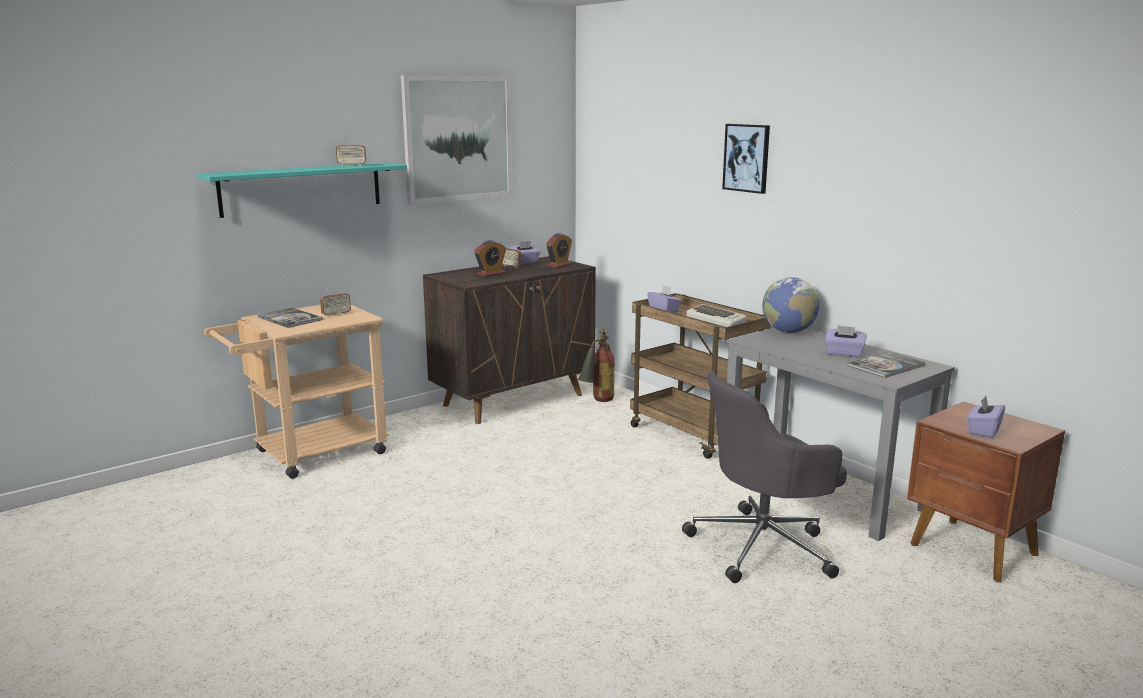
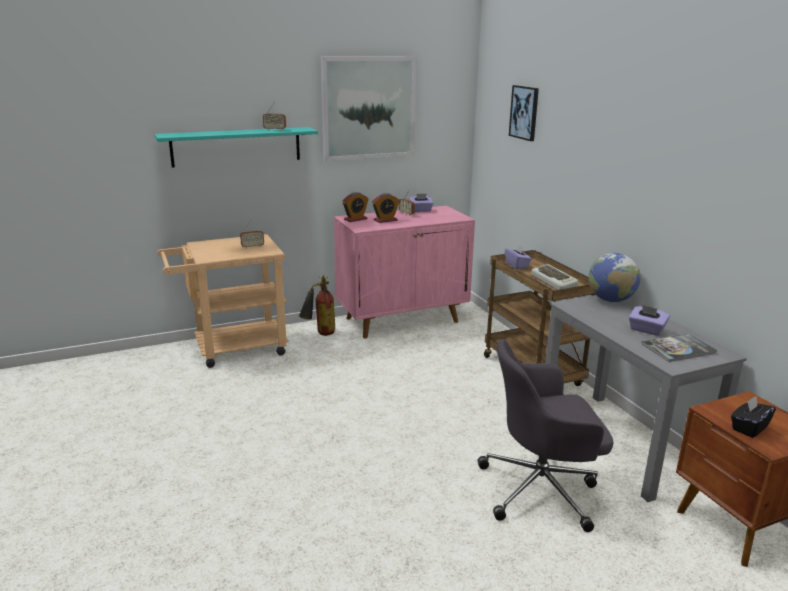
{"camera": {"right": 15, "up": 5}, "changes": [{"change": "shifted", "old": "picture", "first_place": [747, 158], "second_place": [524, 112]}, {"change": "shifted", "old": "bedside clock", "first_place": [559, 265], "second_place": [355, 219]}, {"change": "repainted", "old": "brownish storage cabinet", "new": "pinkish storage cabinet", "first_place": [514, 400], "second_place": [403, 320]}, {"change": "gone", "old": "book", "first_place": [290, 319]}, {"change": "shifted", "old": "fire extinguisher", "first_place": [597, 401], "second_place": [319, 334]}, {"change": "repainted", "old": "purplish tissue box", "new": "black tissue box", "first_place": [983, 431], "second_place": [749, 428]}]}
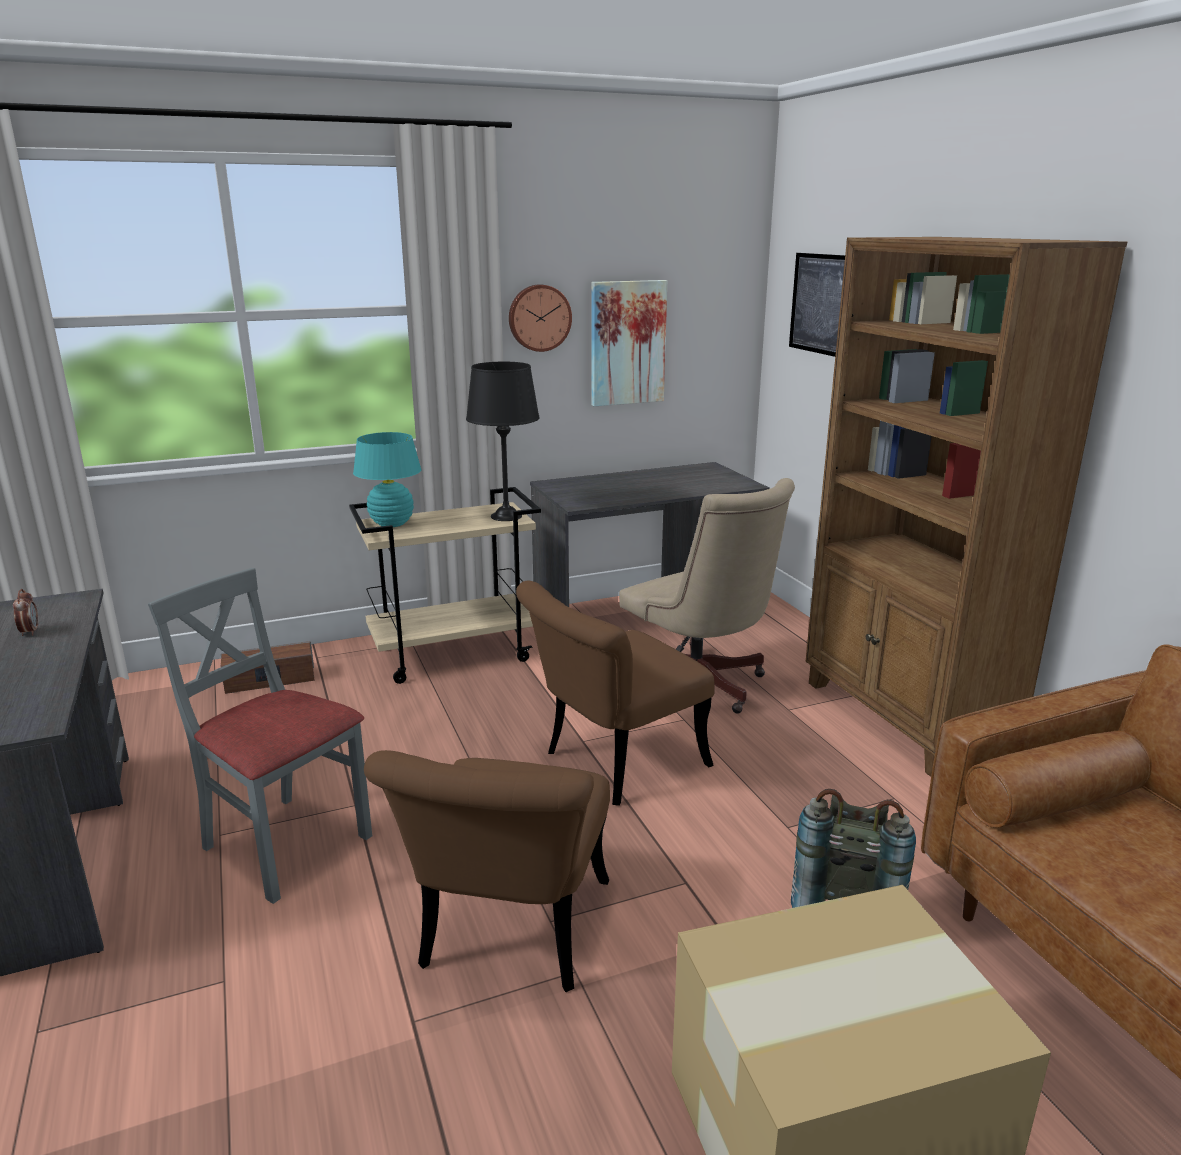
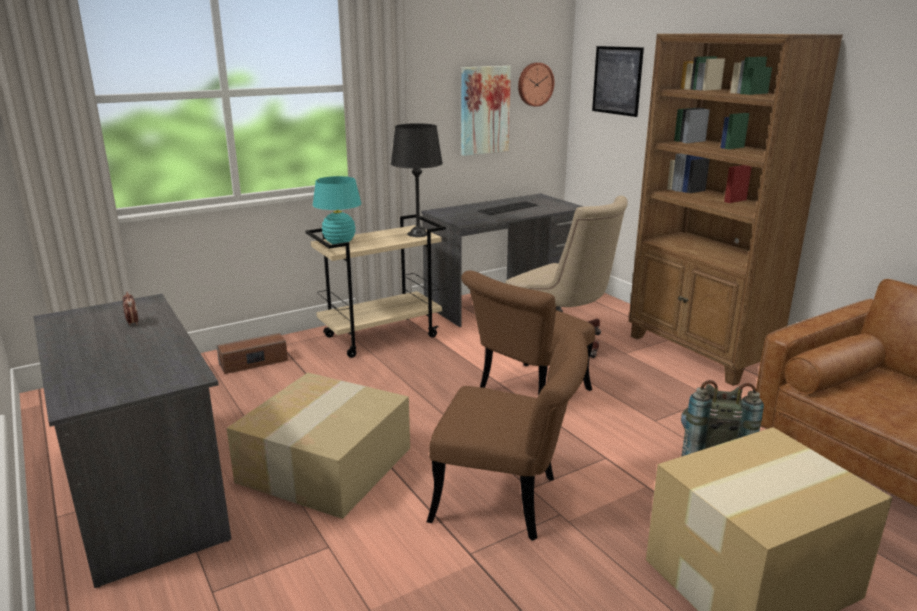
{"camera": {"right": -10, "up": 0}, "changes": [{"change": "shifted", "old": "wall clock", "first_place": [539, 318], "second_place": [534, 84]}, {"change": "swapped", "old": "greyish plain chair", "new": "carton", "first_place": [285, 844], "second_place": [325, 463]}, {"change": "rotated", "old": "brownish plain chair", "first_place": [510, 939], "second_place": [509, 501], "degrees": -75}, {"change": "new", "new": "PC keyboard", "second_place": [508, 208]}]}
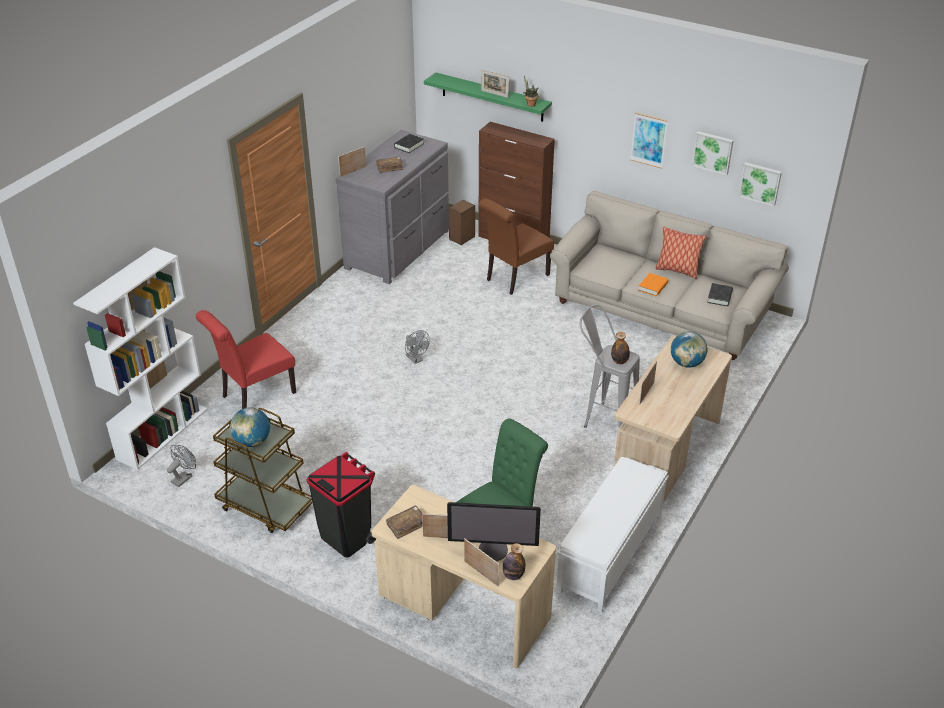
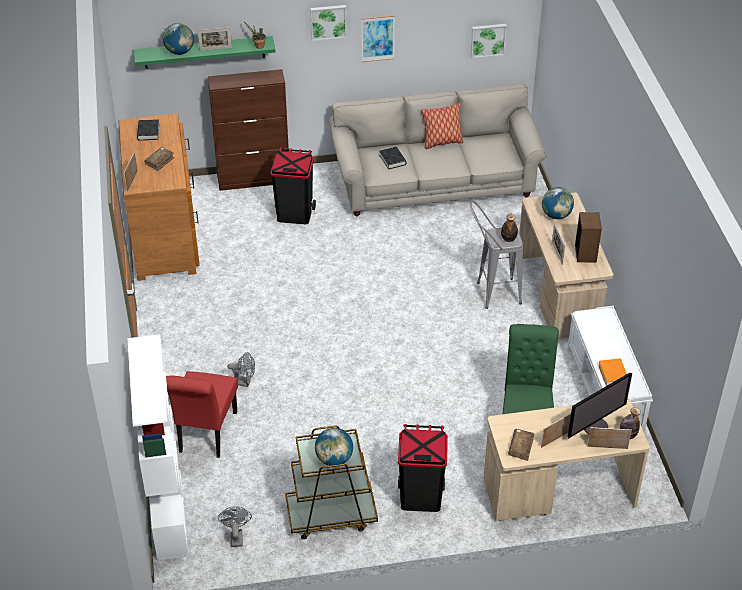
{"camera": {"right": -40, "up": 5}, "changes": [{"change": "repainted", "old": "greyish chest of drawers", "new": "brownish chest of drawers", "first_place": [399, 249], "second_place": [166, 237]}, {"change": "shifted", "old": "picture", "first_place": [713, 152], "second_place": [328, 21]}, {"change": "swapped", "old": "brownish plain chair", "new": "black waste bin", "first_place": [514, 278], "second_place": [294, 214]}, {"change": "shifted", "old": "loudspeaker", "first_place": [462, 238], "second_place": [585, 253]}, {"change": "shifted", "old": "orange-coloured book", "first_place": [653, 287], "second_place": [613, 374]}, {"change": "shifted", "old": "black book", "first_place": [719, 297], "second_place": [392, 160]}, {"change": "shifted", "old": "greyish fan", "first_place": [416, 359], "second_place": [244, 382]}, {"change": "new", "new": "desk globe", "second_place": [180, 52]}]}
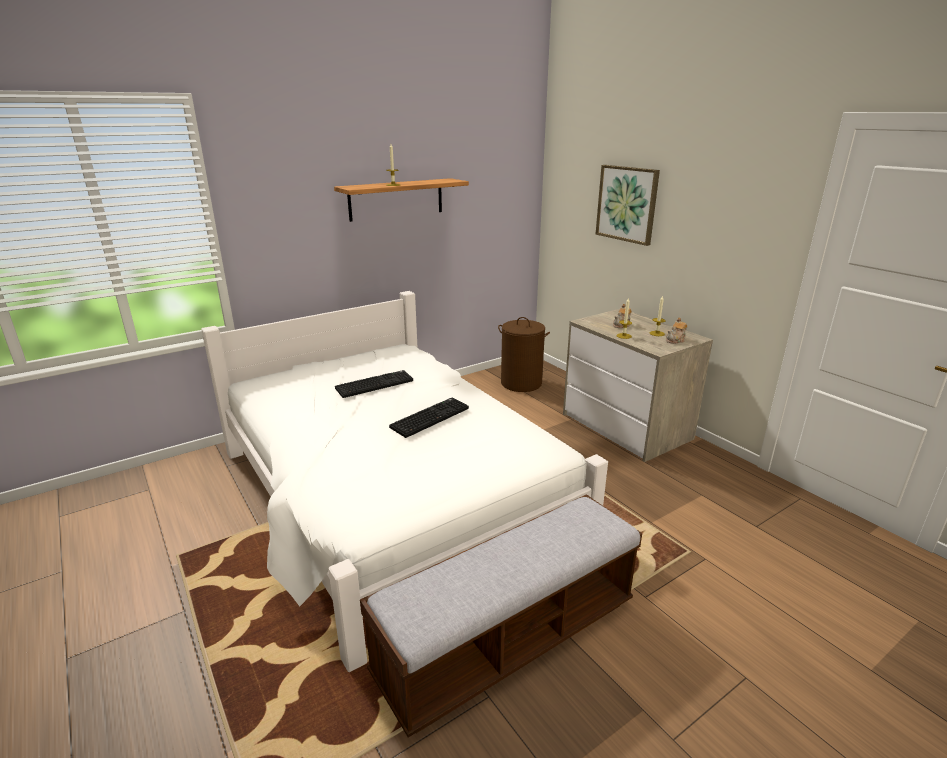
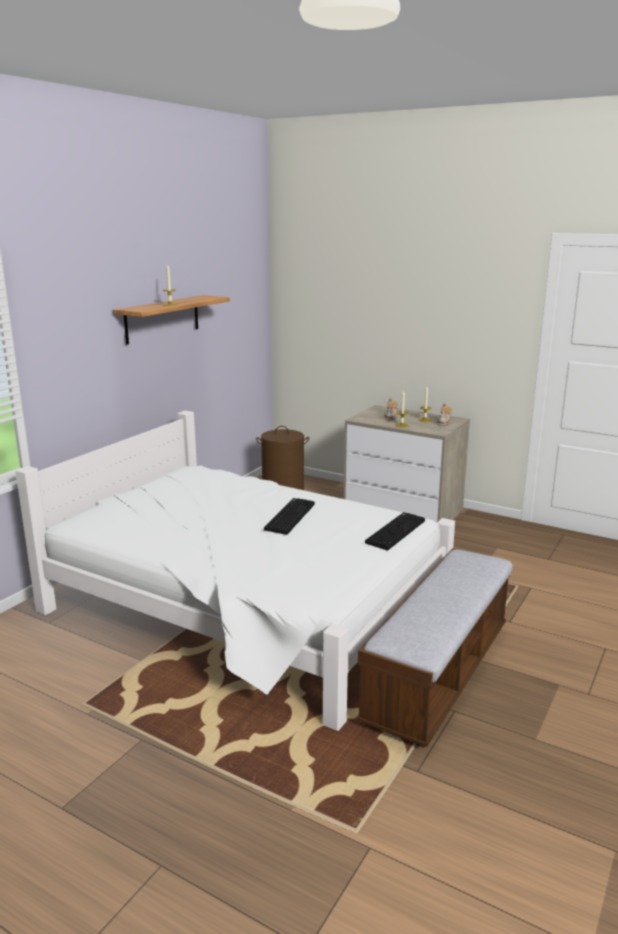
{"camera": {"right": -25, "up": -5}, "changes": [{"change": "gone", "old": "picture", "first_place": [627, 204]}, {"change": "shifted", "old": "PC keyboard", "first_place": [375, 384], "second_place": [395, 531]}]}
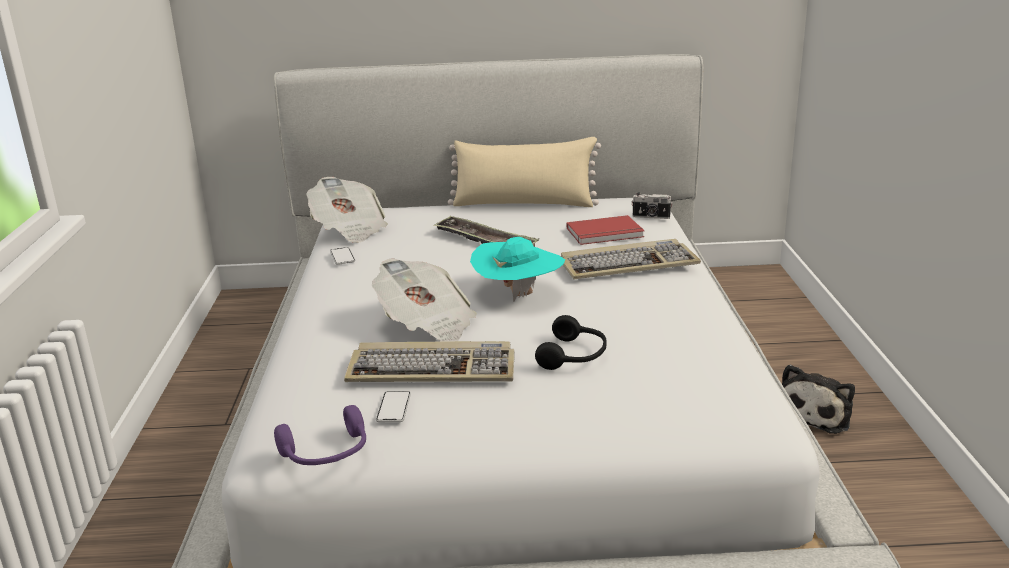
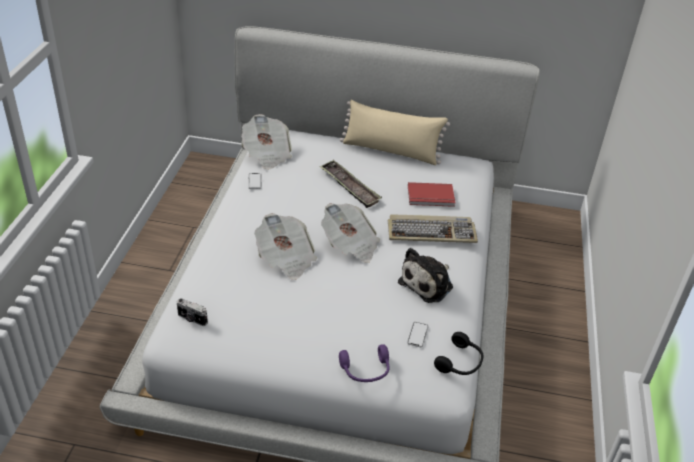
{"camera": {"right": 10, "up": 15}, "changes": [{"change": "shifted", "old": "still camera", "first_place": [651, 217], "second_place": [192, 319]}, {"change": "swapped", "old": "turquoise hat", "new": "newspaper", "first_place": [518, 295], "second_place": [350, 245]}, {"change": "shifted", "old": "black headset", "first_place": [574, 356], "second_place": [460, 362]}, {"change": "gone", "old": "PC keyboard", "first_place": [433, 368]}, {"change": "shifted", "old": "cuddly toy", "first_place": [816, 414], "second_place": [428, 284]}, {"change": "shifted", "old": "telephone", "first_place": [393, 408], "second_place": [417, 335]}, {"change": "shifted", "old": "purplish headset", "first_place": [327, 454], "second_place": [366, 371]}]}
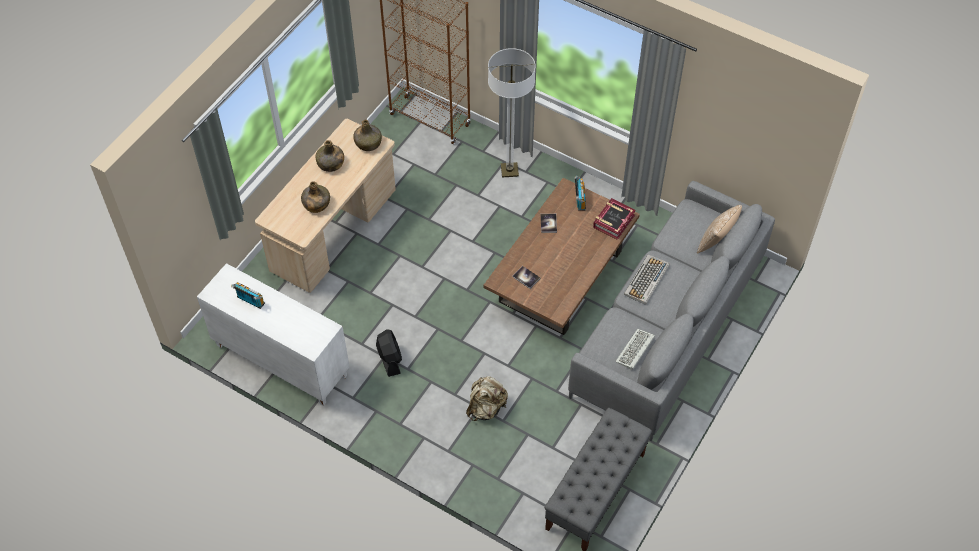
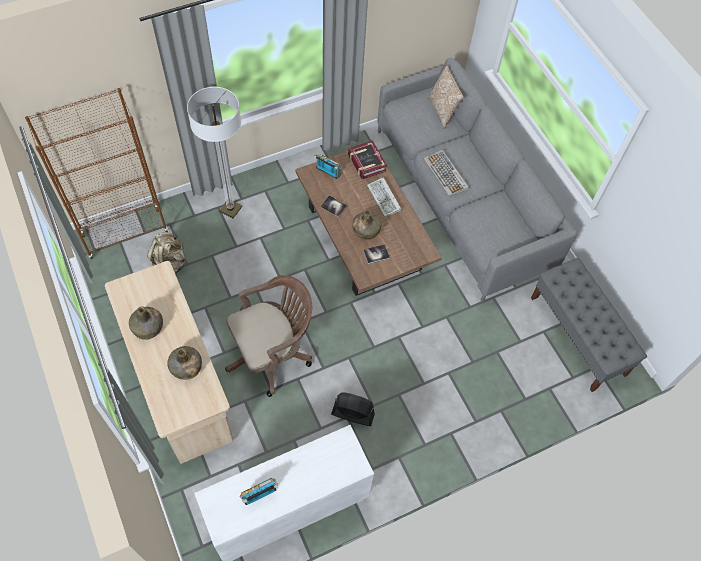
{"camera": {"right": -60, "up": 5}, "changes": [{"change": "shifted", "old": "green-coloured drink bottle", "first_place": [368, 143], "second_place": [366, 230]}, {"change": "shifted", "old": "PC keyboard", "first_place": [635, 351], "second_place": [384, 199]}, {"change": "shifted", "old": "sand-coloured knapsack", "first_place": [486, 408], "second_place": [170, 263]}, {"change": "new", "new": "brownish desk chair", "second_place": [272, 353]}]}
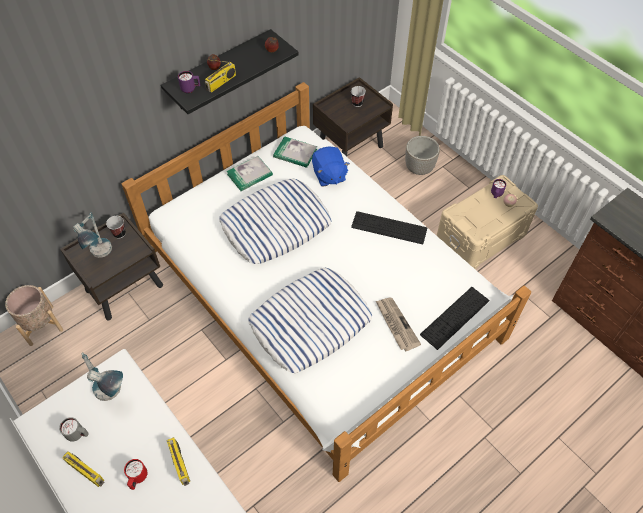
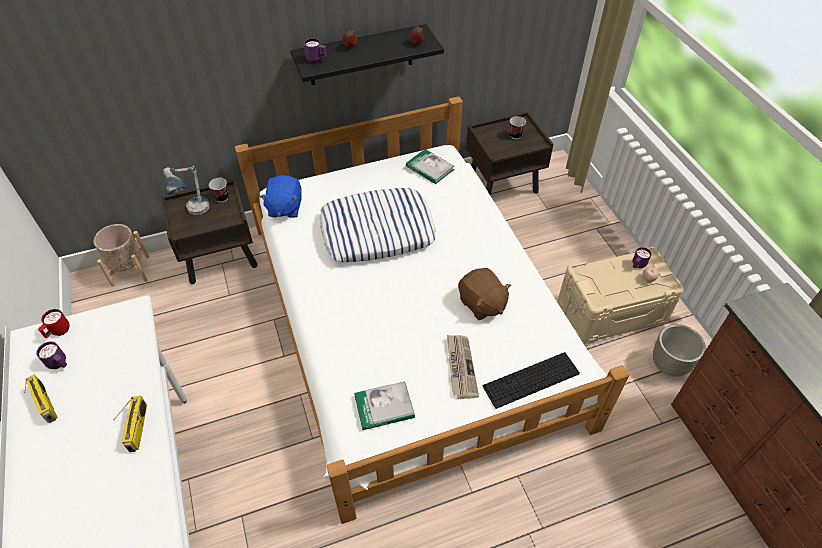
{"camera": {"right": 20, "up": -5}, "changes": [{"change": "gone", "old": "radio set", "first_place": [221, 83]}, {"change": "shifted", "old": "flower pot", "first_place": [419, 168], "second_place": [669, 365]}, {"change": "shifted", "old": "blue cuddly toy", "first_place": [329, 175], "second_place": [284, 208]}, {"change": "shifted", "old": "book", "first_place": [249, 175], "second_place": [384, 407]}, {"change": "gone", "old": "PC keyboard", "first_place": [389, 227]}, {"change": "gone", "old": "throw pillow", "first_place": [310, 323]}, {"change": "gone", "old": "lamp for a table", "first_place": [115, 396]}, {"change": "repainted", "old": "greyish coffee mug", "new": "purplish coffee mug", "first_place": [78, 434], "second_place": [59, 364]}, {"change": "shifted", "old": "reddish coffee mug", "first_place": [137, 478], "second_place": [58, 332]}, {"change": "new", "new": "brownish cuddly toy", "second_place": [481, 304]}]}
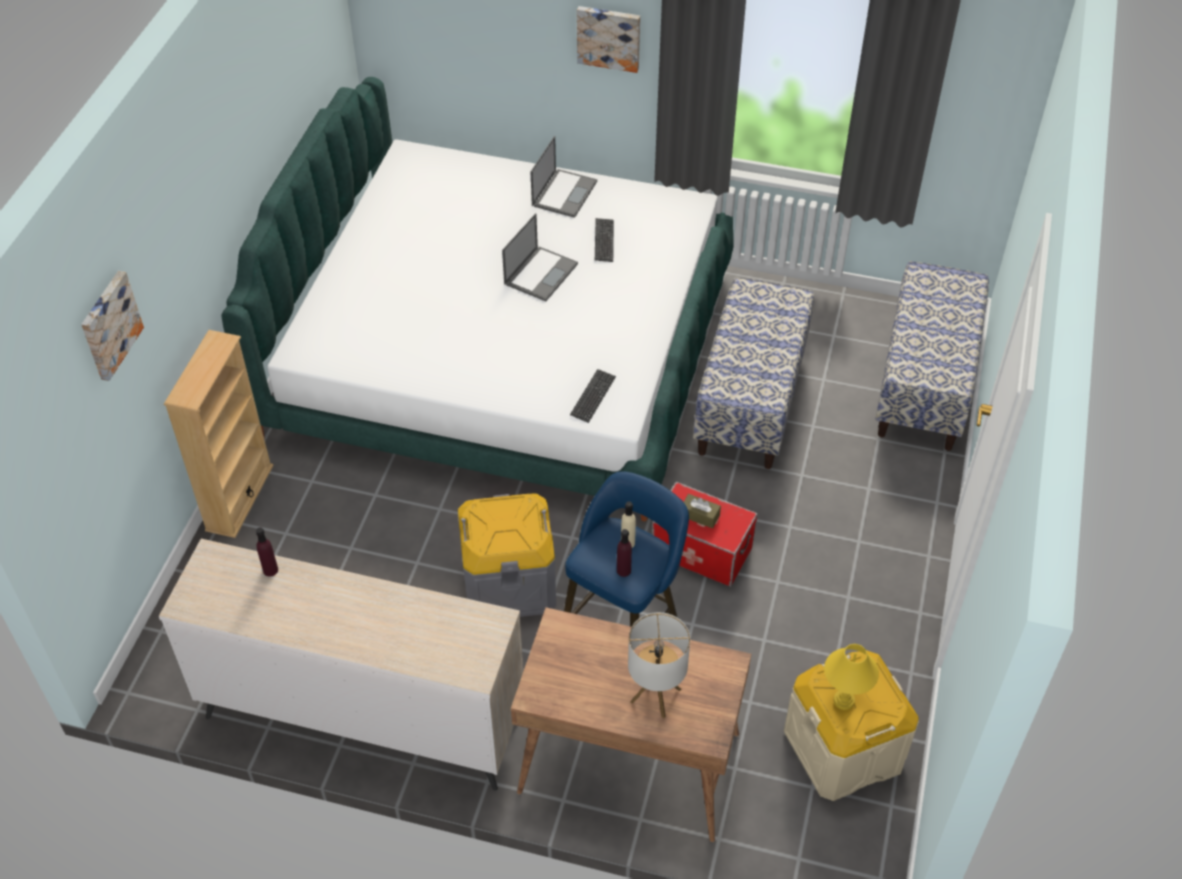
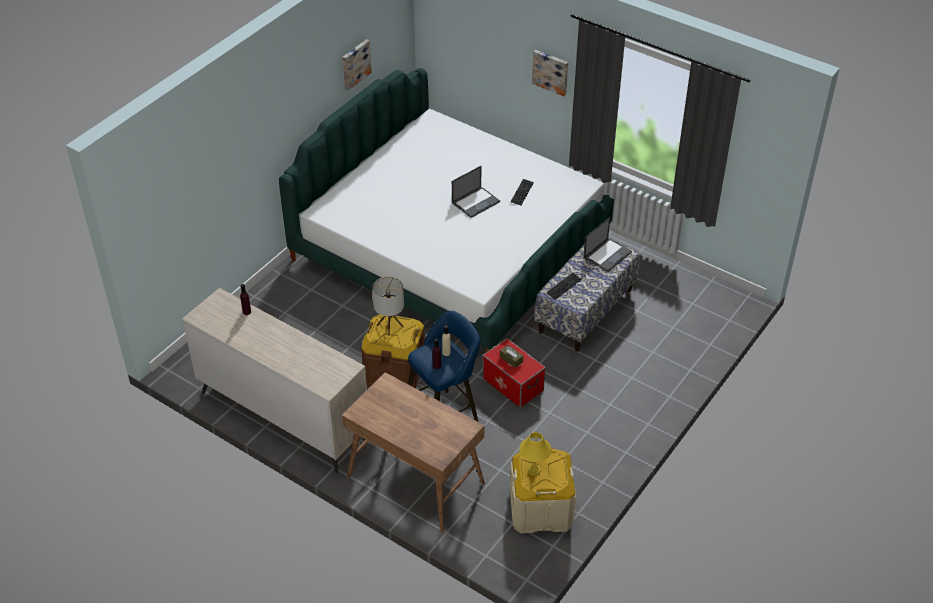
{"camera": {"right": 20, "up": -5}, "changes": [{"change": "shifted", "old": "portable computer", "first_place": [564, 193], "second_place": [607, 254]}, {"change": "gone", "old": "bench", "first_place": [925, 384]}, {"change": "shifted", "old": "picture", "first_place": [109, 325], "second_place": [355, 64]}, {"change": "gone", "old": "sand-coloured bookshelf", "first_place": [239, 498]}, {"change": "shifted", "old": "PC keyboard", "first_place": [593, 396], "second_place": [564, 286]}, {"change": "repainted", "old": "greyish storage bin", "new": "brownish storage bin", "first_place": [509, 582], "second_place": [394, 371]}, {"change": "shifted", "old": "lamp for a table", "first_place": [656, 695], "second_place": [390, 326]}]}
